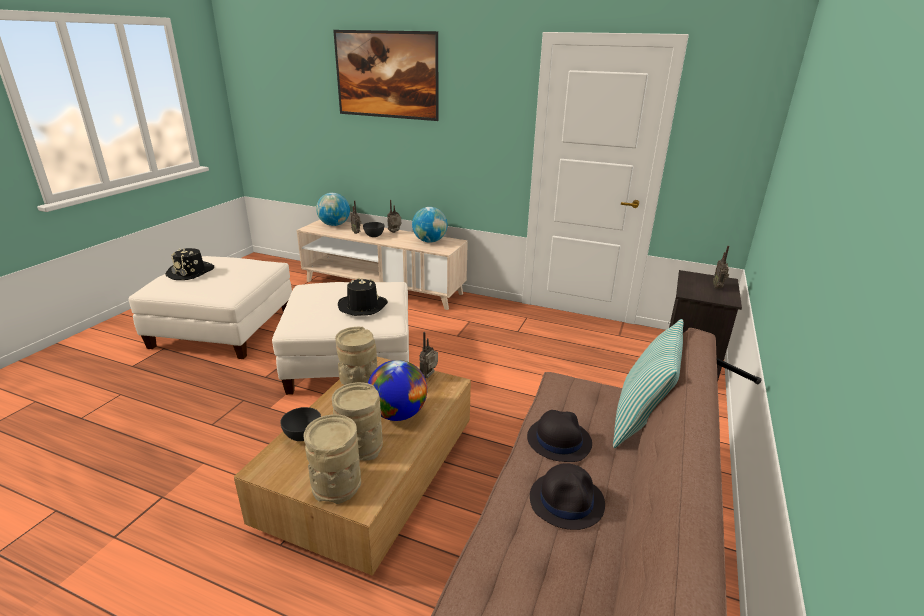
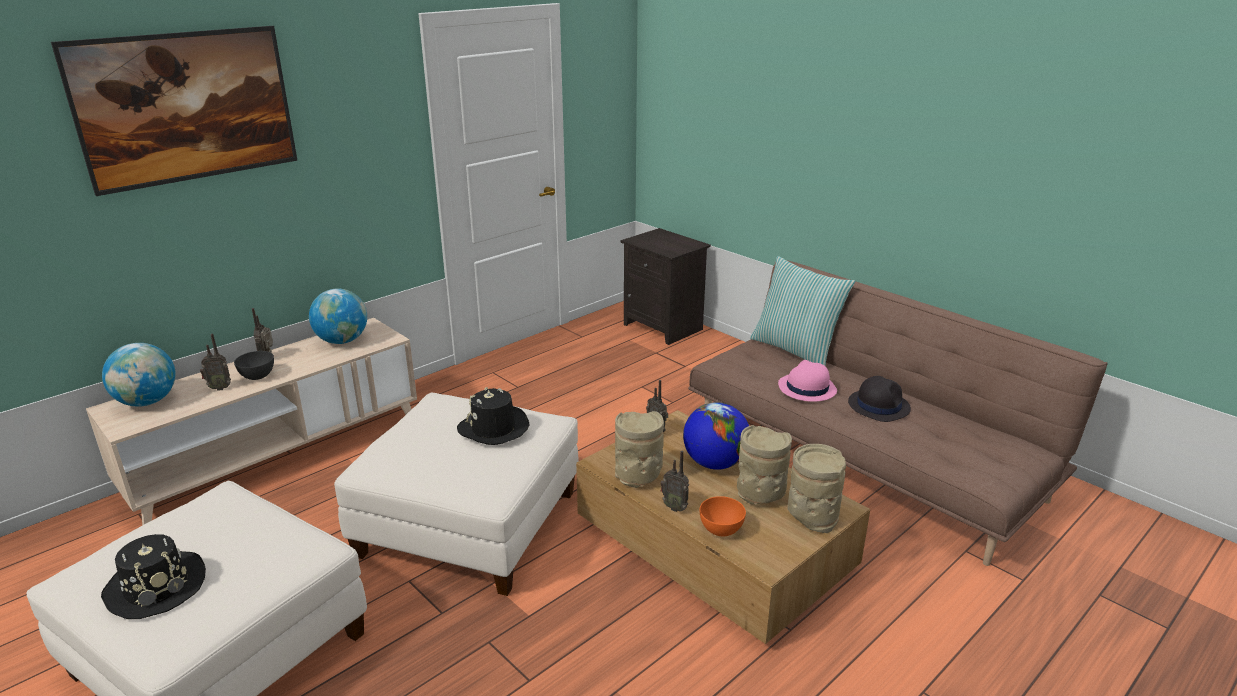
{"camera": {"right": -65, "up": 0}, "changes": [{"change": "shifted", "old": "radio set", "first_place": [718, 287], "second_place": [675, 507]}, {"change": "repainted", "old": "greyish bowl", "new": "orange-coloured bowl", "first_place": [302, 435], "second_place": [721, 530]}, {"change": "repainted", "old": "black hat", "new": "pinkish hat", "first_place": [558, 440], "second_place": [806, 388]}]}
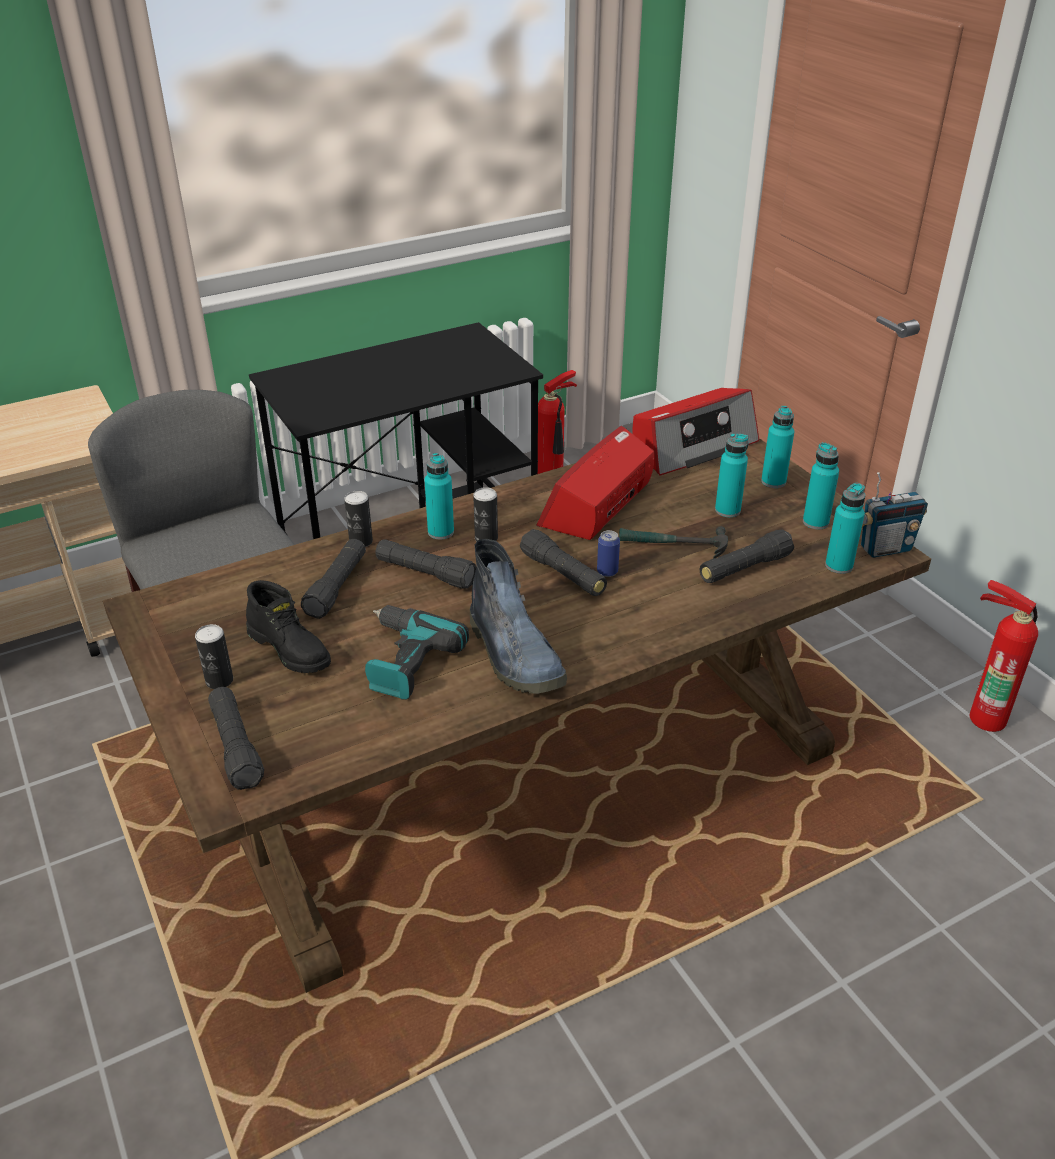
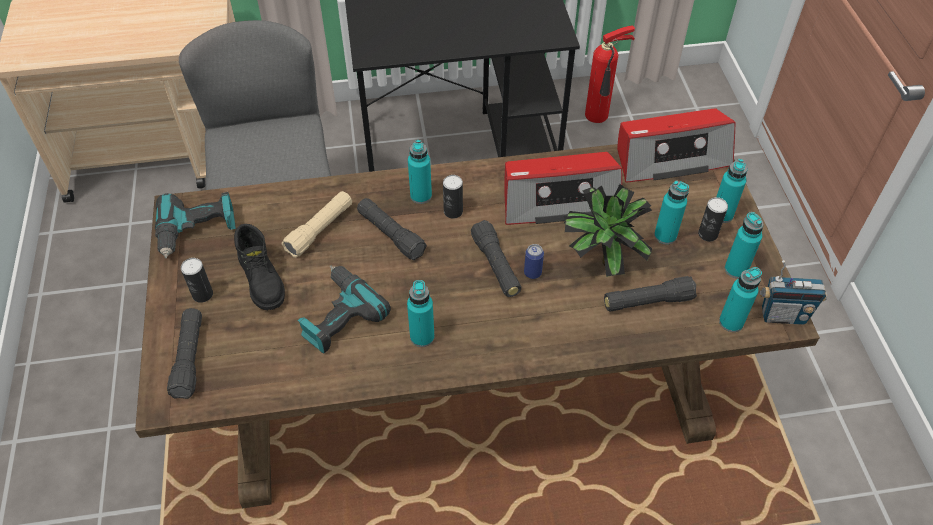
{"camera": {"right": 20, "up": 15}, "changes": [{"change": "rotated", "old": "radio set", "first_place": [597, 504], "second_place": [558, 199], "degrees": -150}, {"change": "shifted", "old": "can", "first_place": [361, 541], "second_place": [707, 234]}, {"change": "swapped", "old": "hand hammer", "new": "plant in a pot", "first_place": [672, 545], "second_place": [599, 260]}, {"change": "repainted", "old": "black hand torch", "new": "sand-coloured hand torch", "first_place": [337, 587], "second_place": [320, 230]}, {"change": "swapped", "old": "boot", "new": "turquoise drink bottle", "first_place": [516, 656], "second_place": [422, 337]}, {"change": "gone", "old": "fire extinguisher", "first_place": [986, 716]}, {"change": "new", "new": "drill", "second_place": [197, 230]}]}
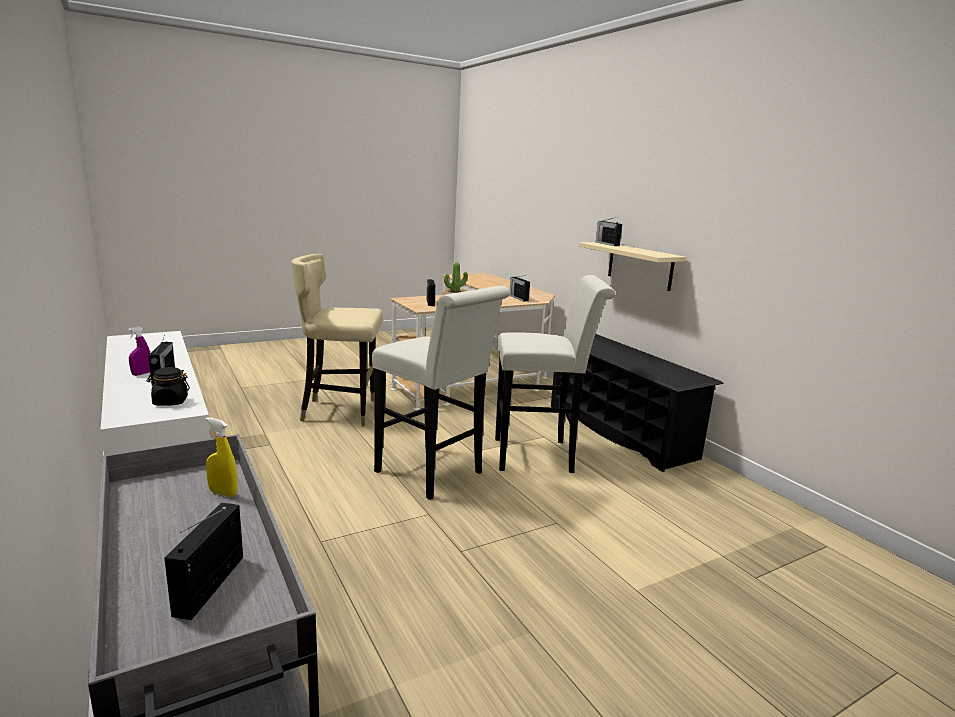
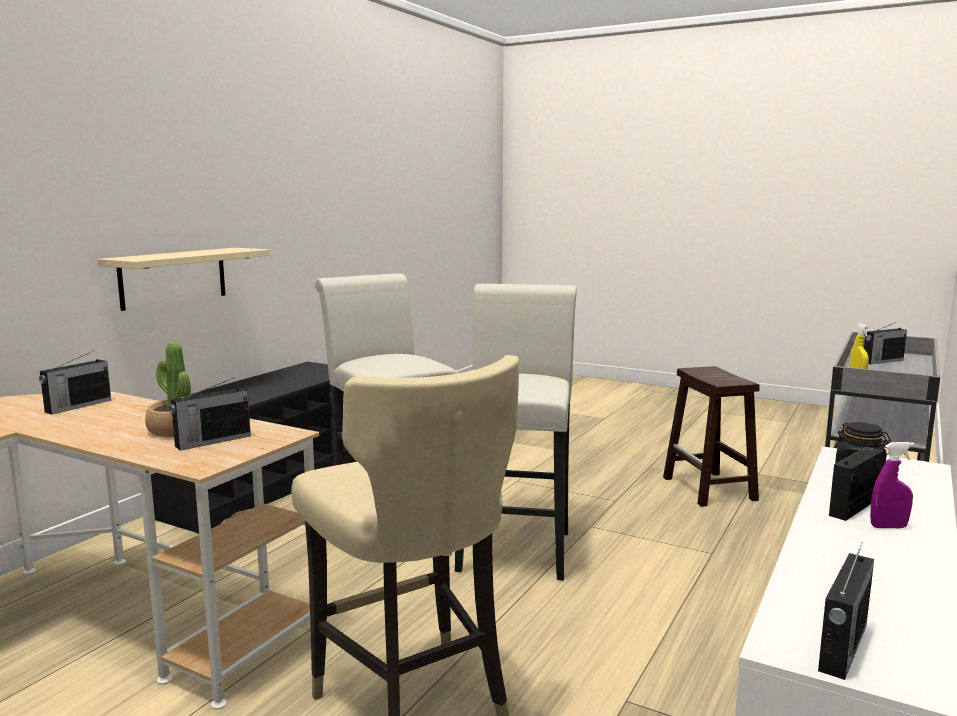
{"camera": {"right": -120, "up": -5}, "changes": [{"change": "shifted", "old": "radio set", "first_place": [607, 244], "second_place": [842, 648]}, {"change": "new", "new": "brownish sitting stool", "second_place": [710, 489]}]}
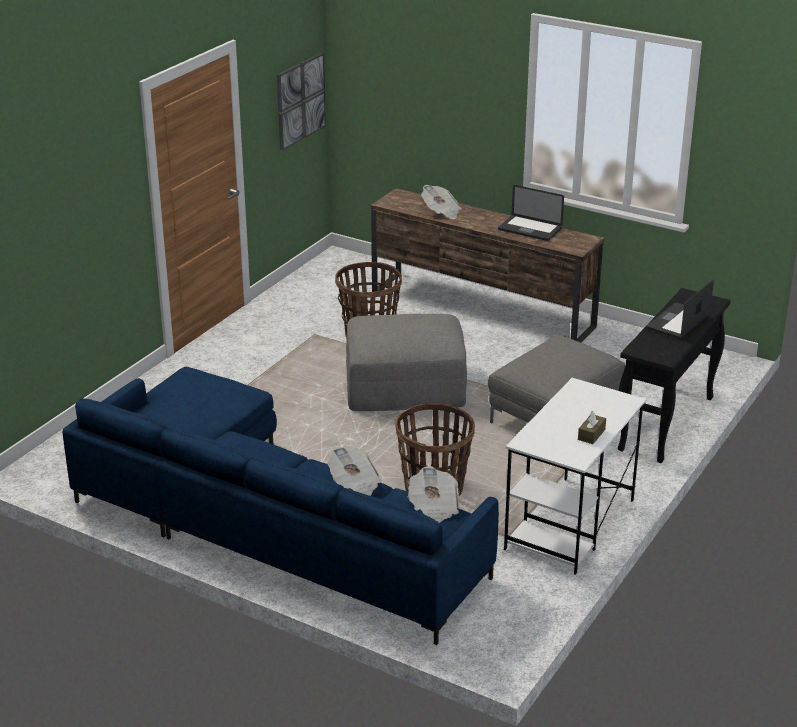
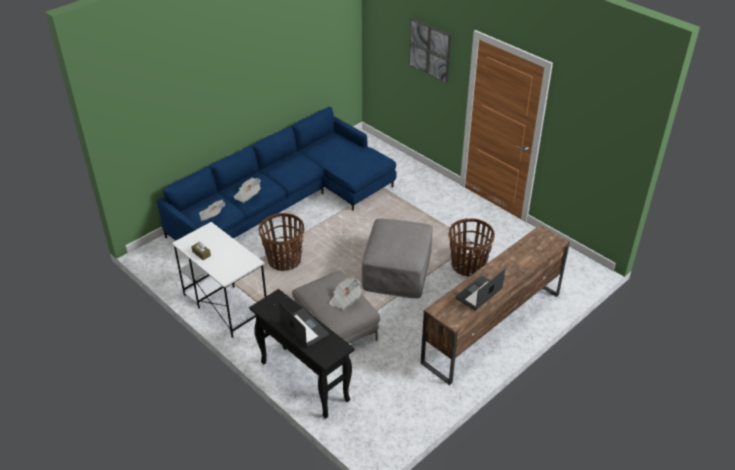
{"camera": {"right": 105, "up": 10}, "changes": [{"change": "shifted", "old": "picture", "first_place": [300, 100], "second_place": [430, 50]}, {"change": "shifted", "old": "newspaper", "first_place": [441, 212], "second_place": [345, 300]}]}
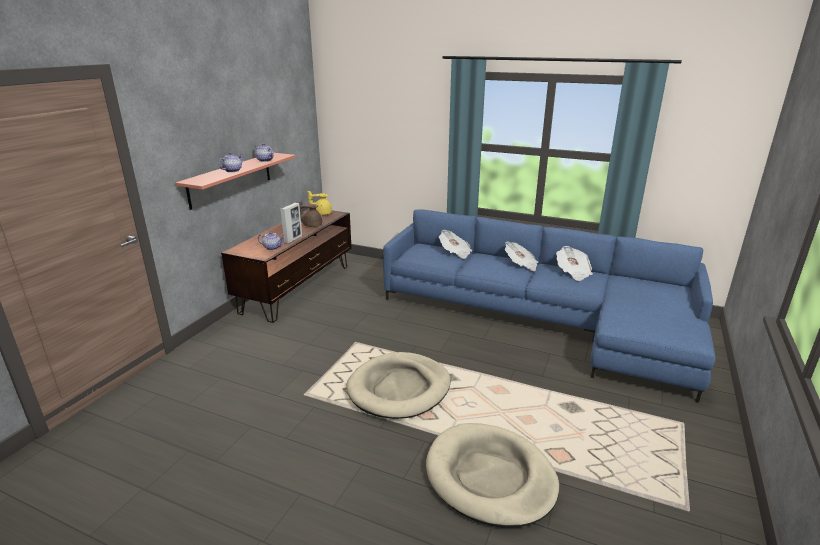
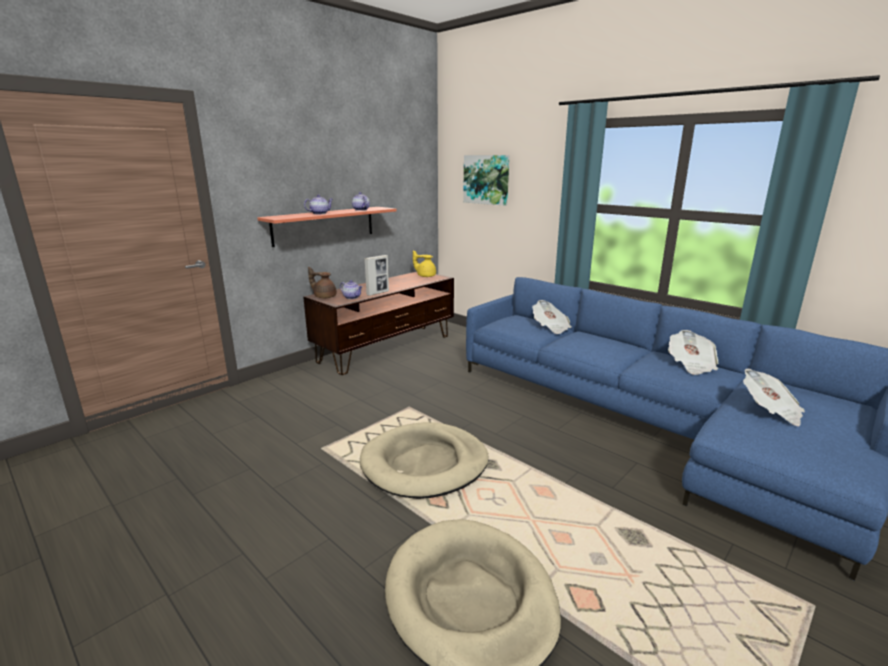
{"camera": {"right": 20, "up": -5}, "changes": [{"change": "shifted", "old": "brownish tea pot", "first_place": [311, 225], "second_place": [324, 296]}, {"change": "shifted", "old": "newspaper", "first_place": [521, 265], "second_place": [770, 411]}, {"change": "new", "new": "picture", "second_place": [486, 179]}]}
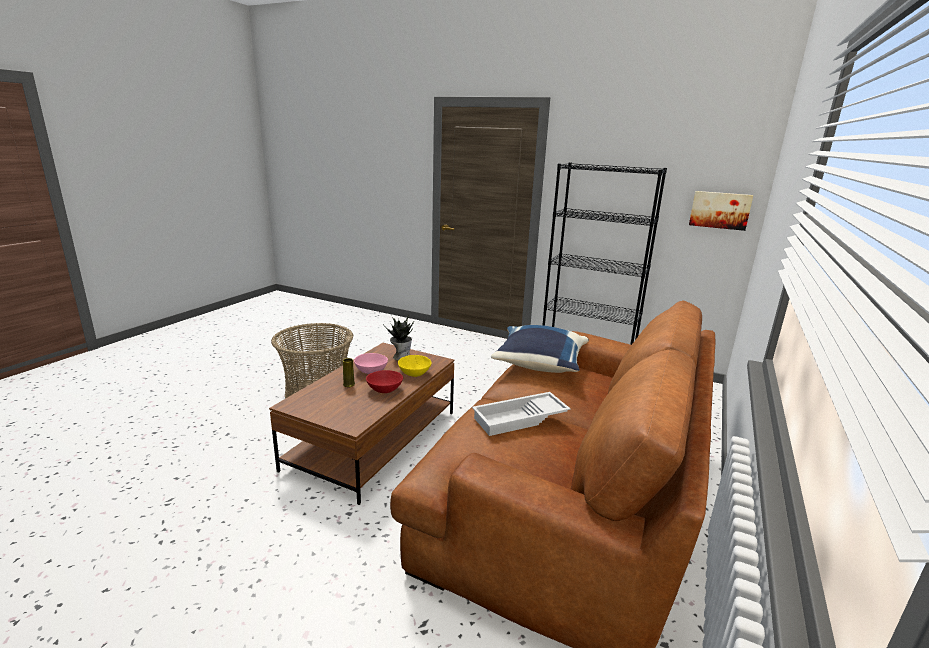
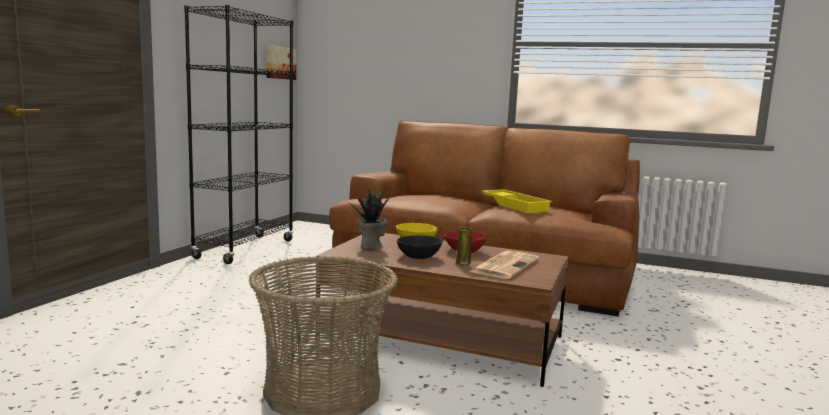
{"camera": {"right": -95, "up": -10}, "changes": [{"change": "gone", "old": "blue throw pillow", "first_place": [539, 364]}, {"change": "repainted", "old": "pinkish bowl", "new": "black bowl", "first_place": [371, 371], "second_place": [419, 256]}, {"change": "repainted", "old": "whitish serving tray", "new": "yellow-coloured serving tray", "first_place": [520, 419], "second_place": [516, 205]}, {"change": "new", "new": "newspaper", "second_place": [504, 265]}]}
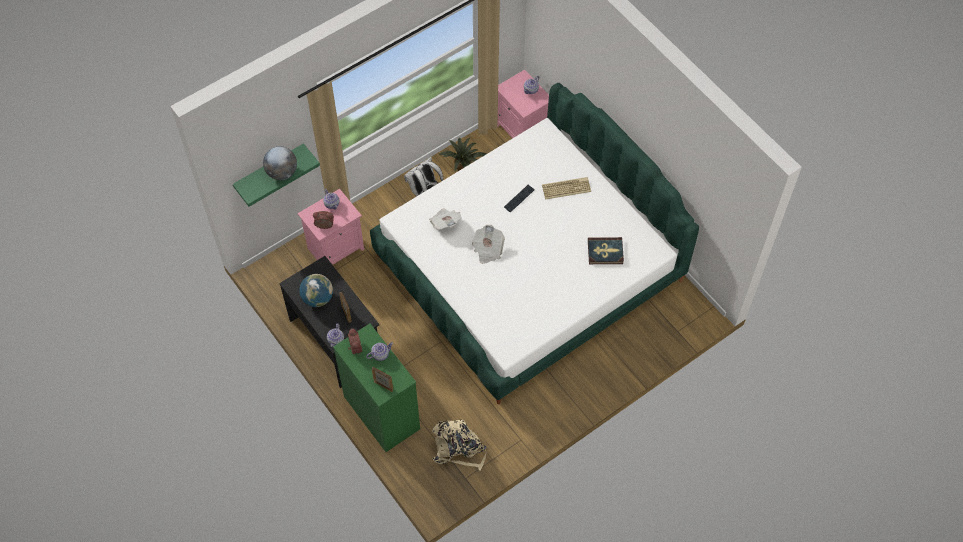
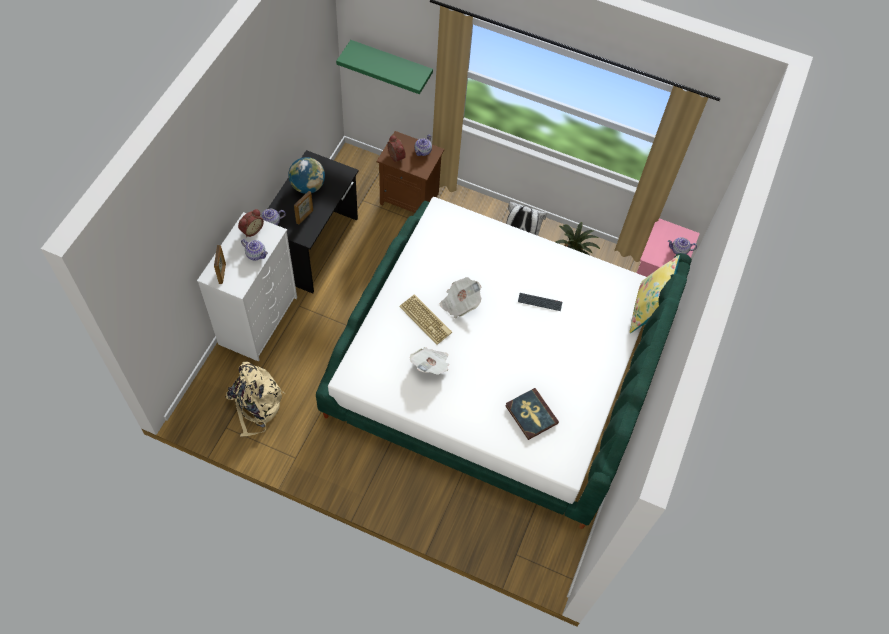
{"camera": {"right": 55, "up": 0}, "changes": [{"change": "gone", "old": "desk globe", "first_place": [282, 172]}, {"change": "shifted", "old": "PC keyboard", "first_place": [566, 188], "second_place": [426, 319]}, {"change": "repainted", "old": "pinkish nightstand", "new": "brownish nightstand", "first_place": [336, 247], "second_place": [410, 198]}, {"change": "shifted", "old": "newspaper", "first_place": [445, 223], "second_place": [431, 365]}, {"change": "repainted", "old": "green-coloured chest of drawers", "new": "whitish chest of drawers", "first_place": [381, 412], "second_place": [258, 320]}, {"change": "new", "new": "yellow-coloured throw pillow", "second_place": [647, 309]}]}
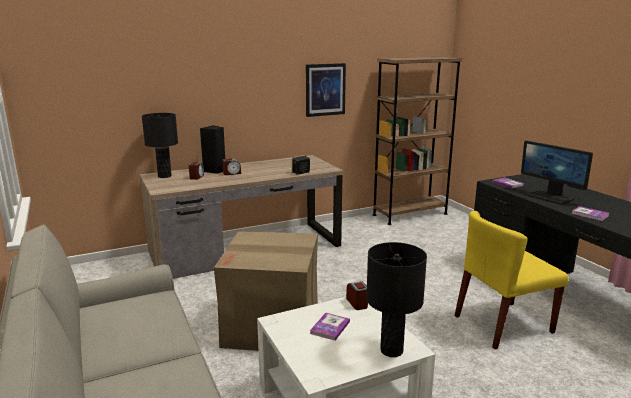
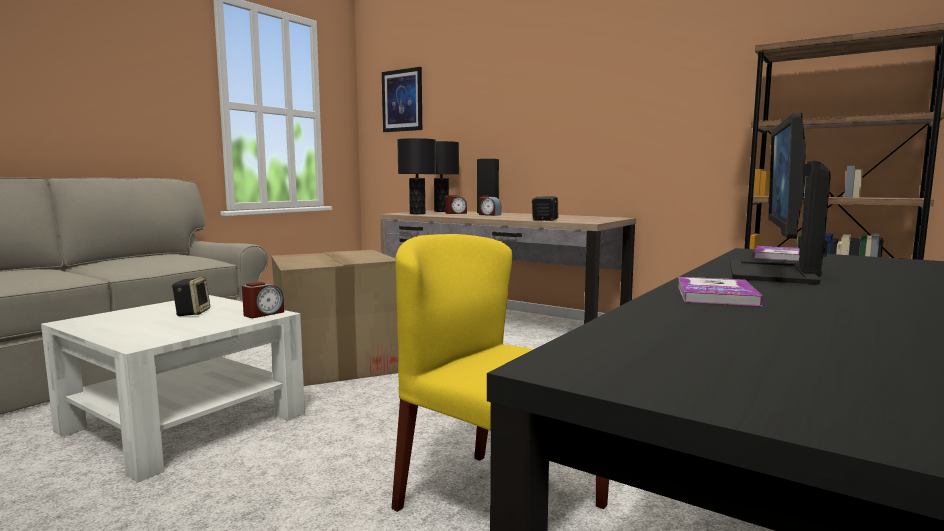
{"camera": {"right": 60, "up": -10}, "changes": [{"change": "shifted", "old": "picture", "first_place": [325, 89], "second_place": [402, 100]}, {"change": "shifted", "old": "black lamp for a table", "first_place": [392, 350], "second_place": [417, 213]}, {"change": "swapped", "old": "book", "new": "loudspeaker", "first_place": [330, 327], "second_place": [192, 313]}]}
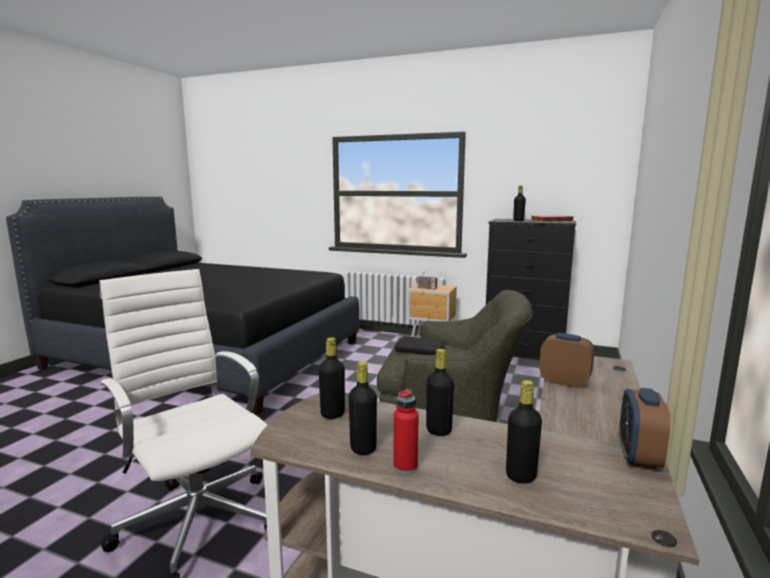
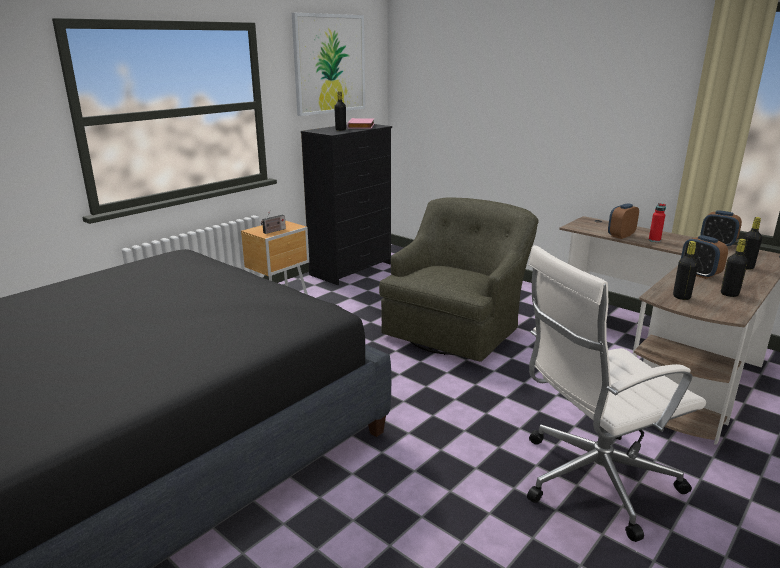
{"camera": {"right": -70, "up": 10}, "changes": [{"change": "gone", "old": "black book", "first_place": [421, 348]}, {"change": "swapped", "old": "black drink bottle", "new": "bedside clock", "first_place": [438, 430], "second_place": [699, 274]}, {"change": "shifted", "old": "reddish drink bottle", "first_place": [405, 467], "second_place": [654, 240]}, {"change": "new", "new": "picture", "second_place": [329, 64]}]}
